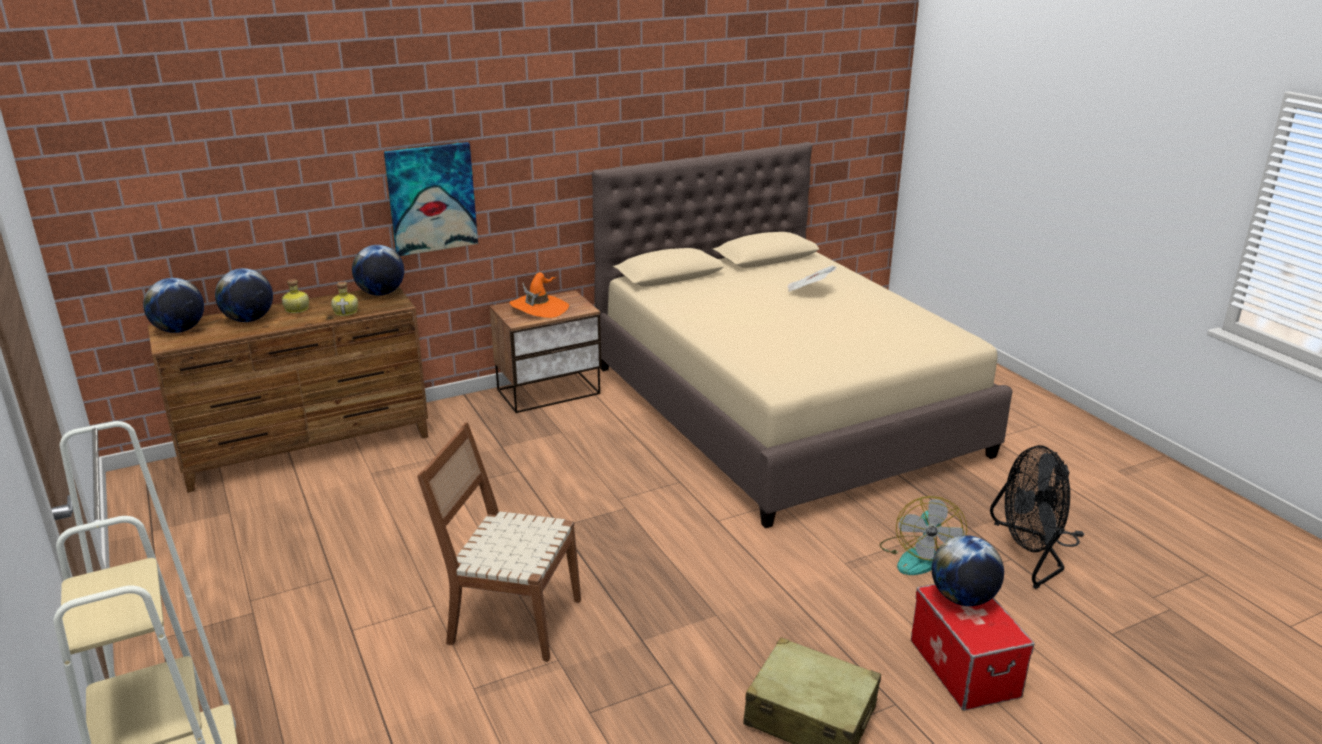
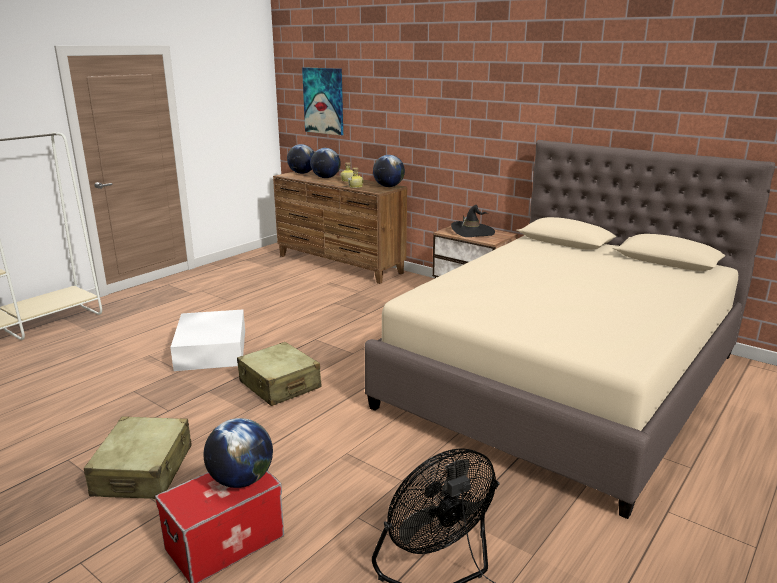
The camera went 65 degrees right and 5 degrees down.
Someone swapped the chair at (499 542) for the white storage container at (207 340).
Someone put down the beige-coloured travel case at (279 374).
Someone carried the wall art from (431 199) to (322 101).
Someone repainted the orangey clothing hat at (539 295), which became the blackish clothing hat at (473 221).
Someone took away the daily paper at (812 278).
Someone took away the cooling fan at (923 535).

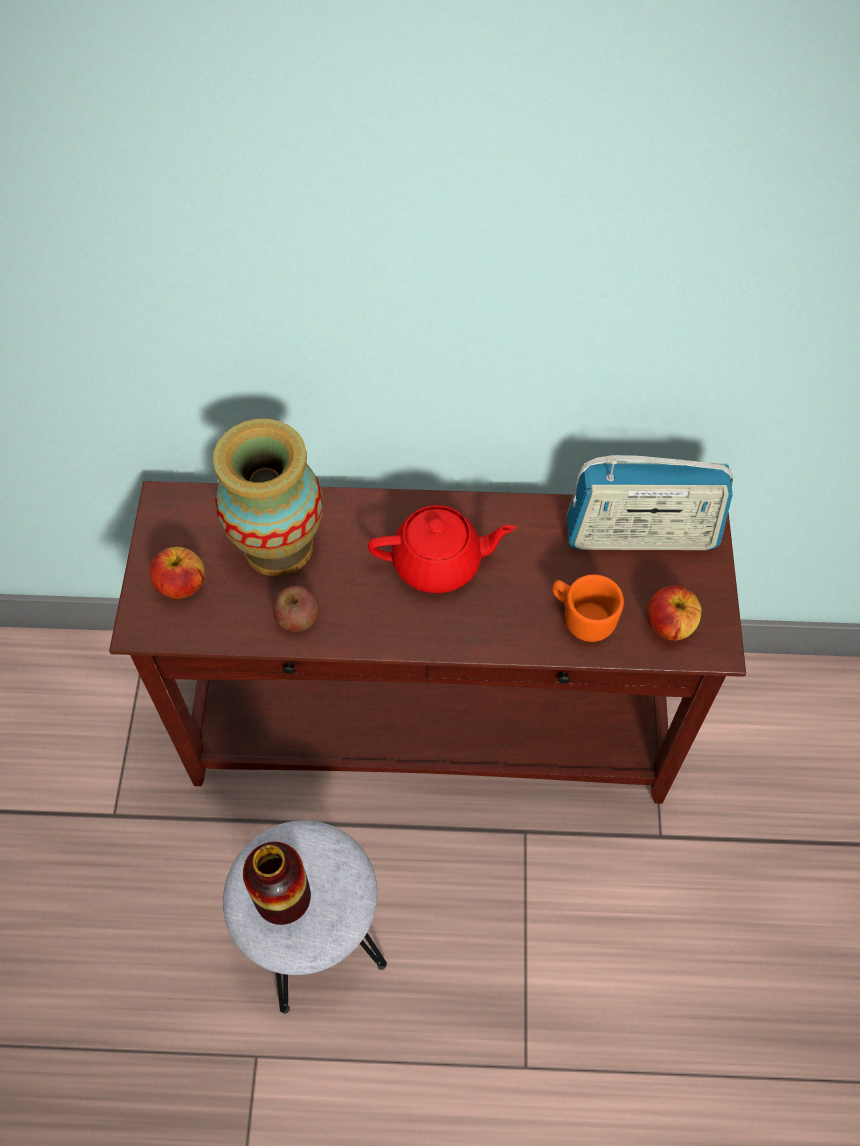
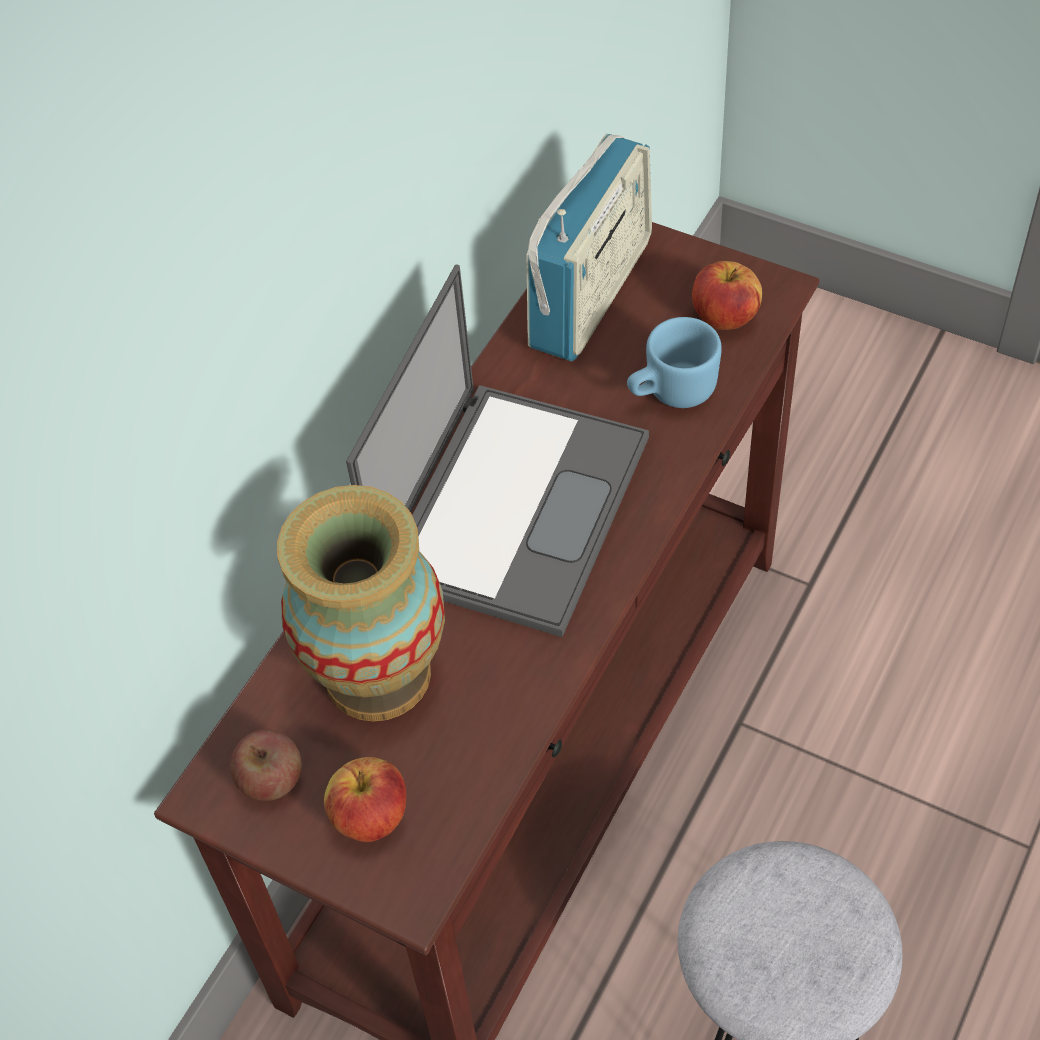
The camera went 60 degrees left and 5 degrees down.
Someone carried the whole apple from (296 609) to (266 765).
Someone swapped the red teapot at (442 549) for the laptop at (497 450).
Someone repainted the orangey tea mug at (588 608), which became the bluish tea mug at (674 362).
Someone took away the flower vase at (277 883).

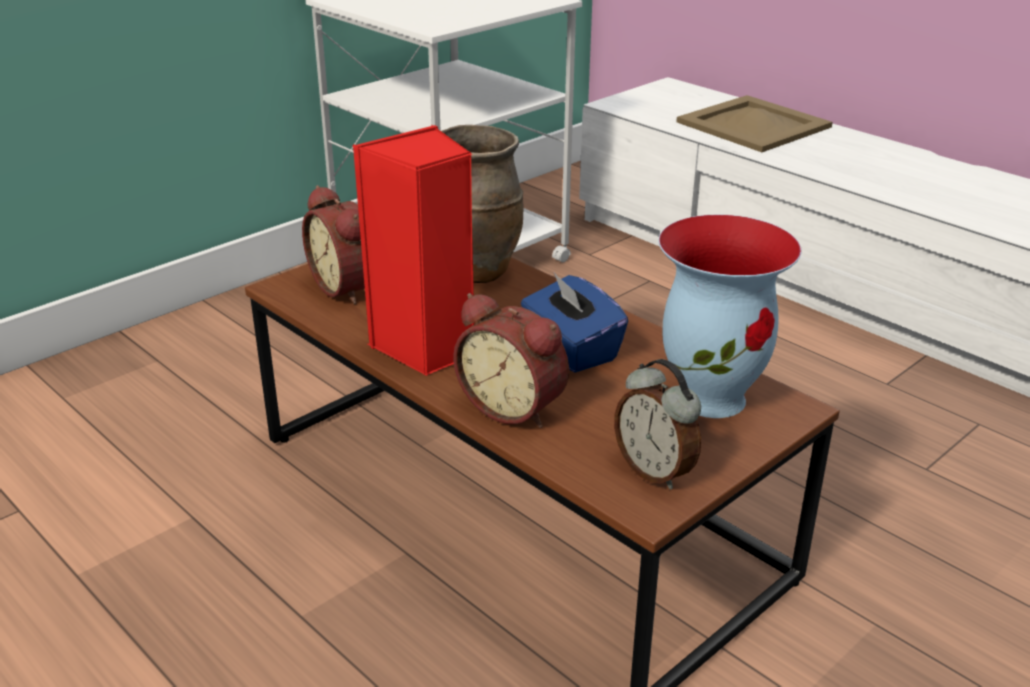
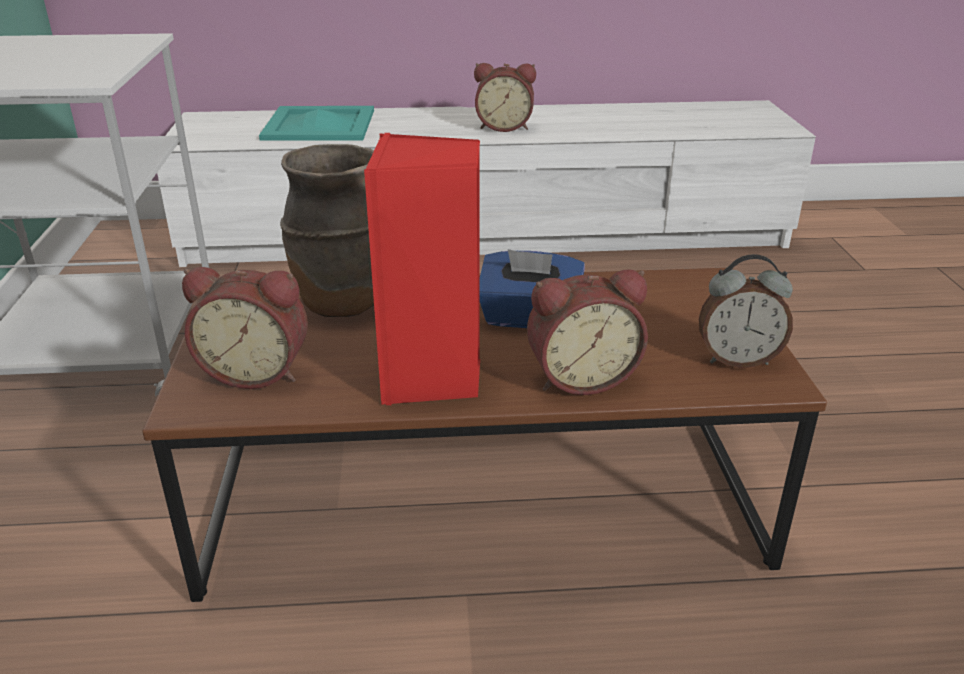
The camera went 50 degrees left and 0 degrees up.
Someone repainted the beige-coloured carrying tray at (754 123), which became the turquoise carrying tray at (316 123).
Someone put down the alarm clock at (505 97).
Someone took away the flower vase at (730 316).

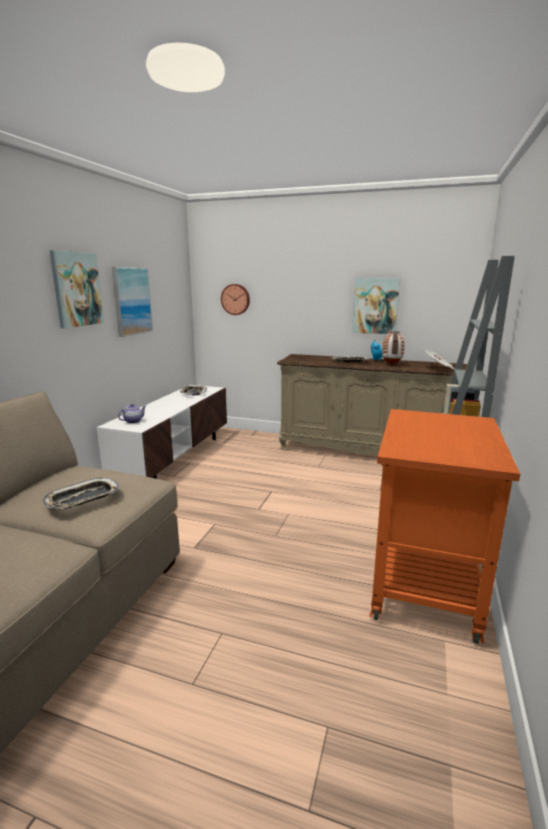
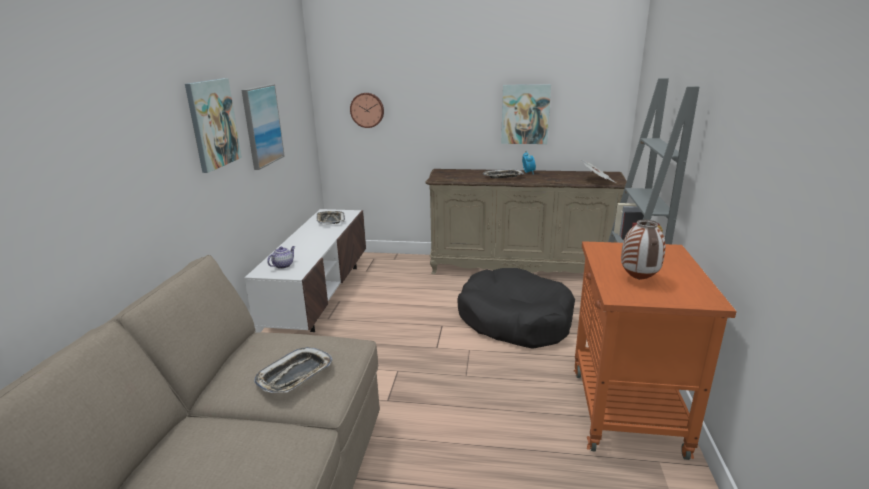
The camera went 10 degrees left and 5 degrees up.
Someone put down the blackish dog bed at (516 308).
Someone carried the flower vase from (393 348) to (643 249).

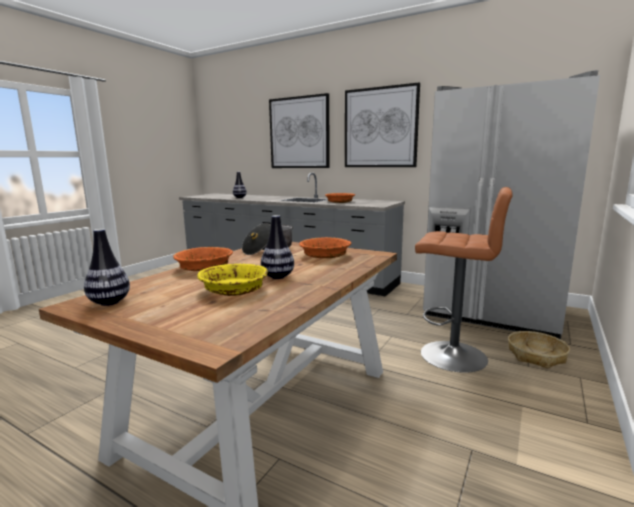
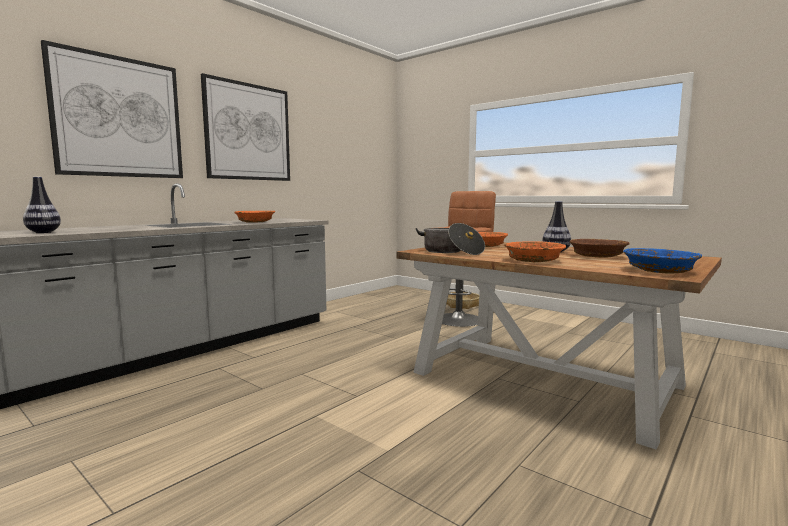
The camera went 80 degrees left and 5 degrees down.
Someone repainted the yellow-coloured serving bowl at (232 280), which became the brown-coloured serving bowl at (600 248).
Someone swapped the flower vase at (107 267) for the bluish serving bowl at (662 261).
Someone took away the white fridge at (511 204).

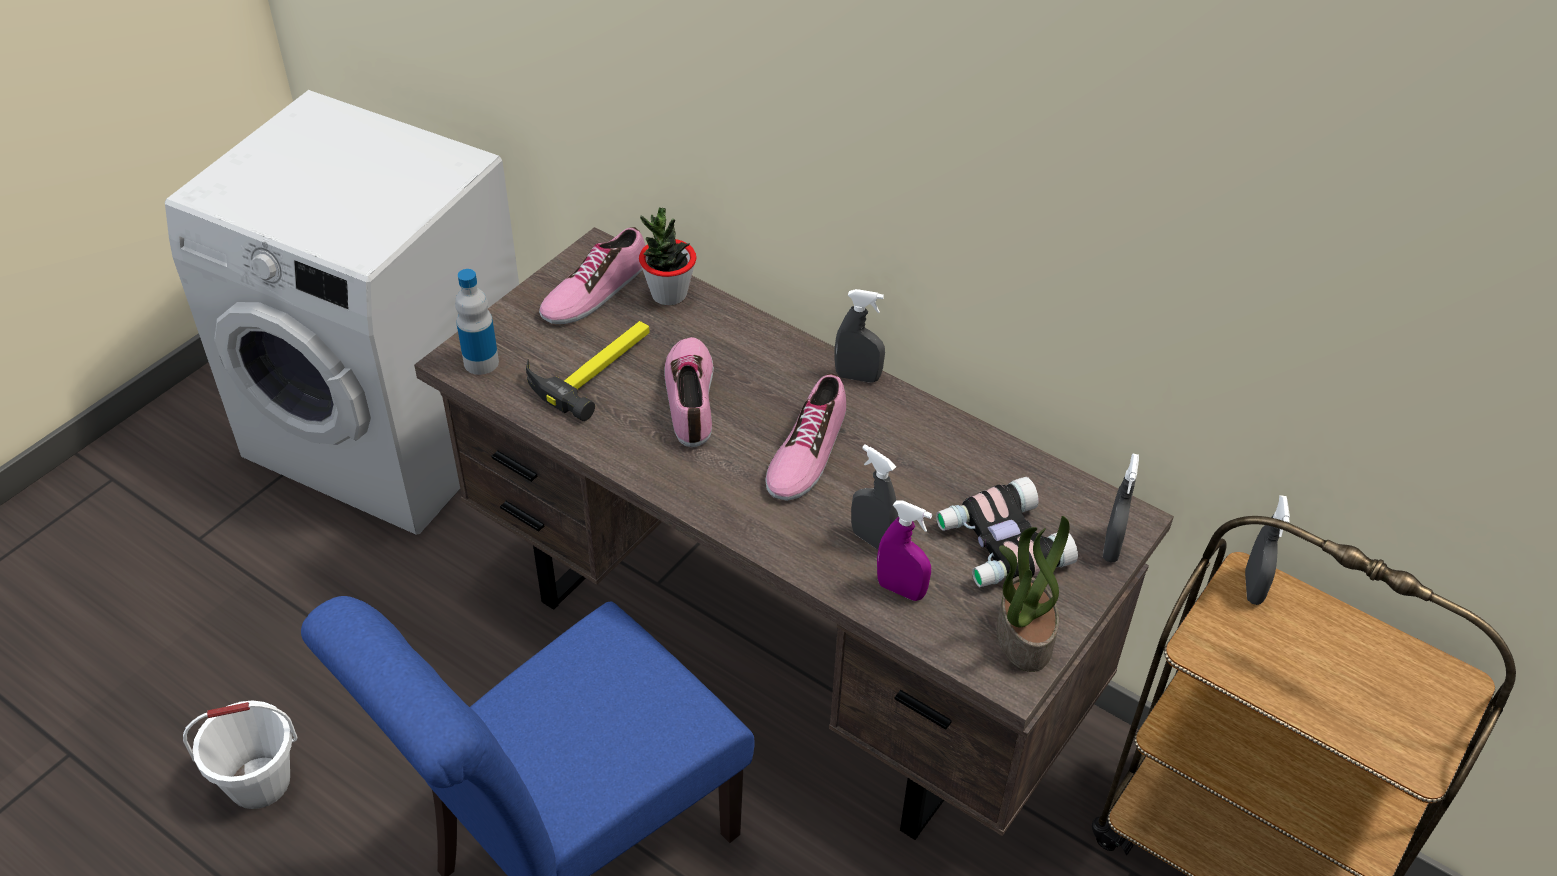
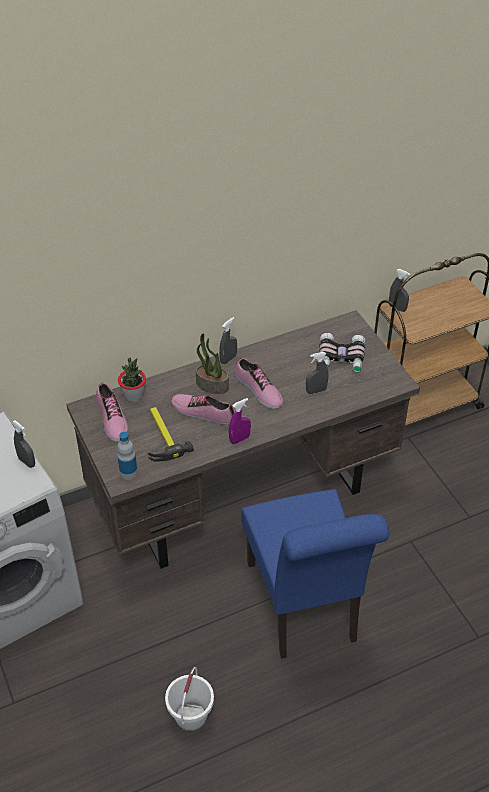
The camera went 60 degrees left and 0 degrees up.
Someone carried the grey sprayer from (1121 507) to (24 444).
Someone carried the plant in a pot from (1033 594) to (212 364).
Someone carried the purplish sprayer from (904 551) to (240 421).

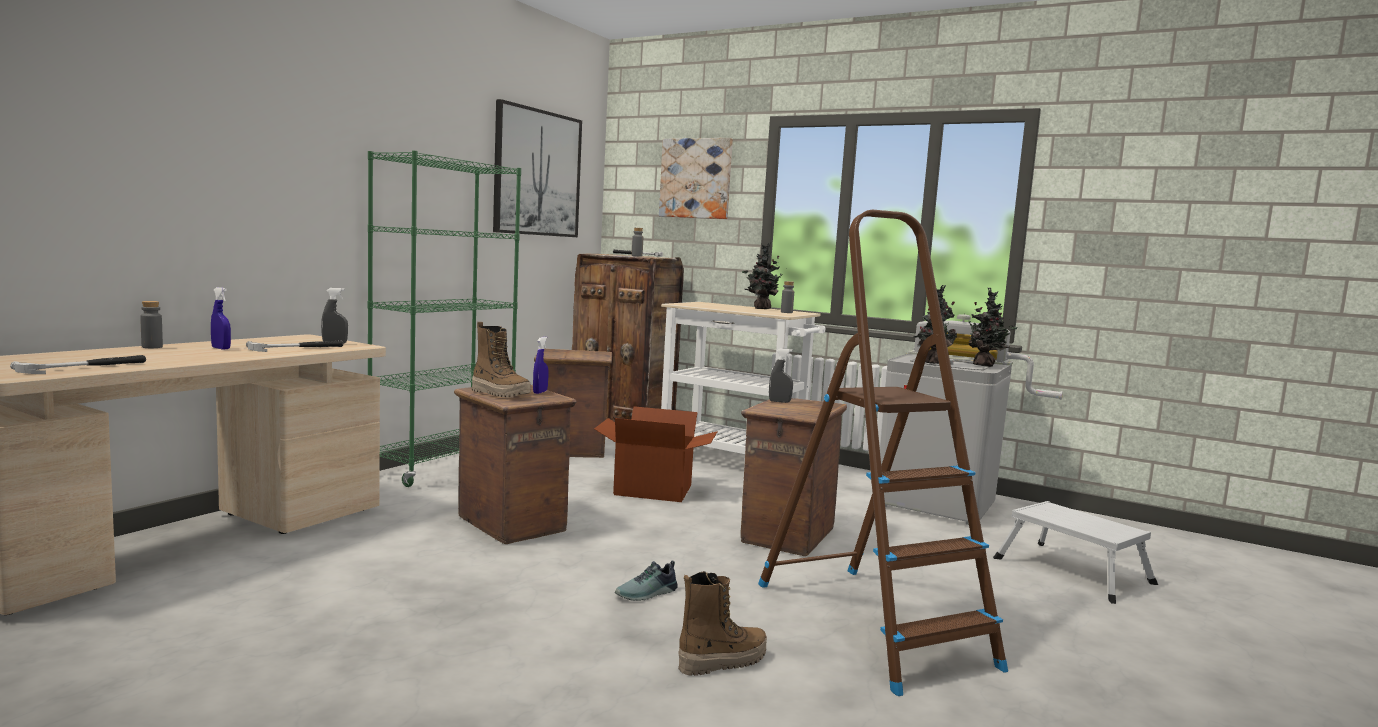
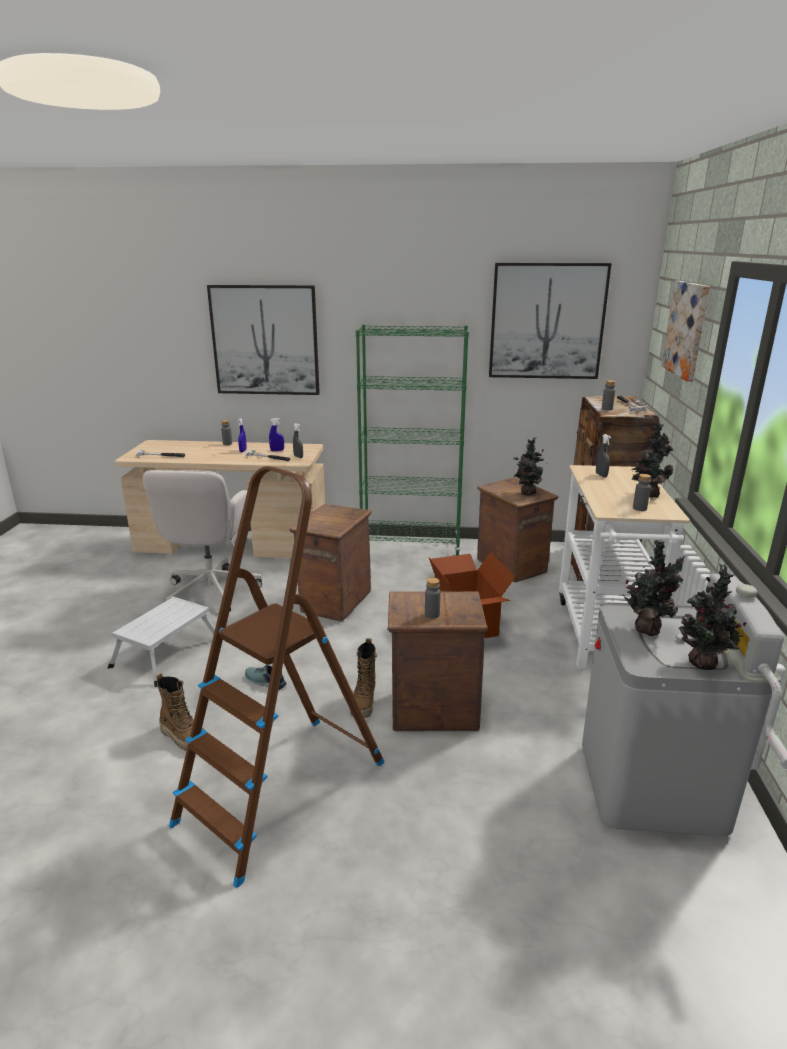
The camera went 65 degrees right and 15 degrees up.
Someone carried the white step ladder from (1075 552) to (161 642).
Someone put down the white office chair at (202 541).
Someone put up the wall art at (263 340).
Someone carried the bluish sprayer from (540 365) to (276 434).
Someone carried the high-top boot from (501 359) to (363 678).
Someone put down the grey bottle at (433 598).
Someone put down the plant in a pot at (528 466).
Someone carried the grey sprayer from (781 376) to (603 455).

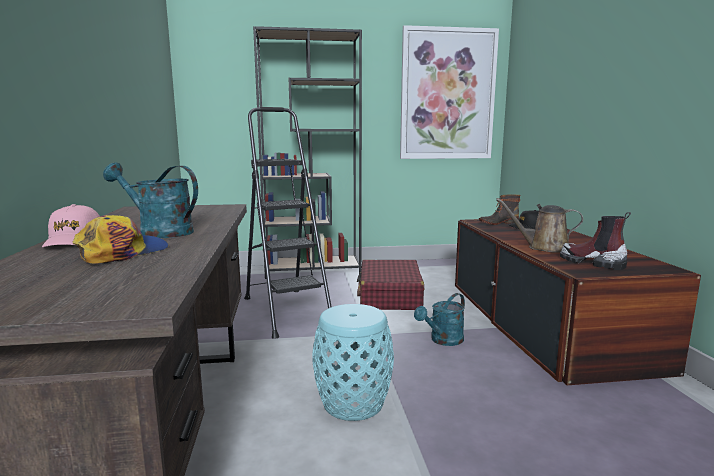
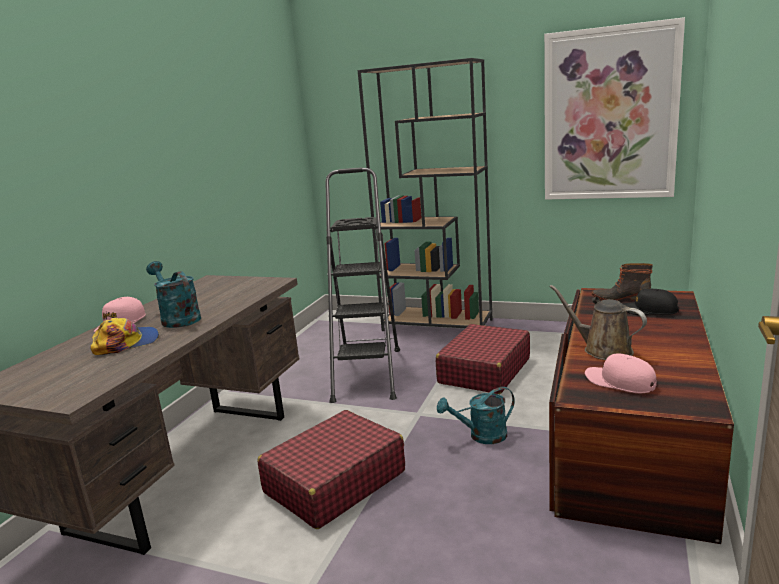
The camera went 30 degrees right and 5 degrees up.
Someone swapped the turquoise stool at (353 362) for the red travel case at (331 469).
Someone swapped the high-top boot at (595 241) for the pinkish cap at (621 373).

